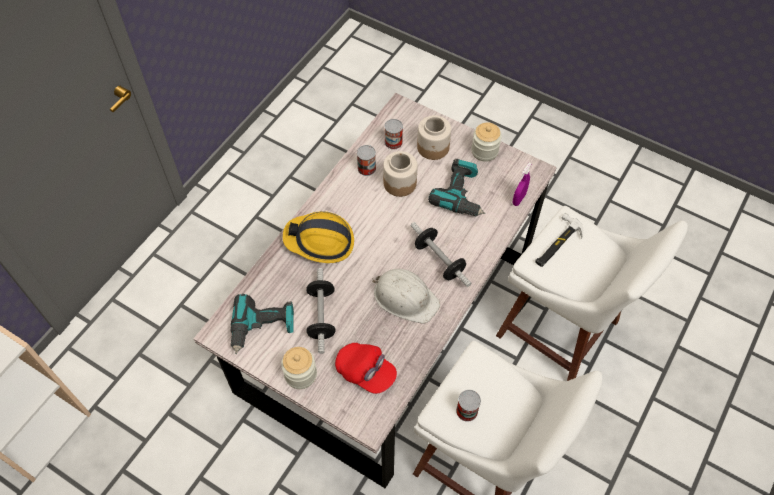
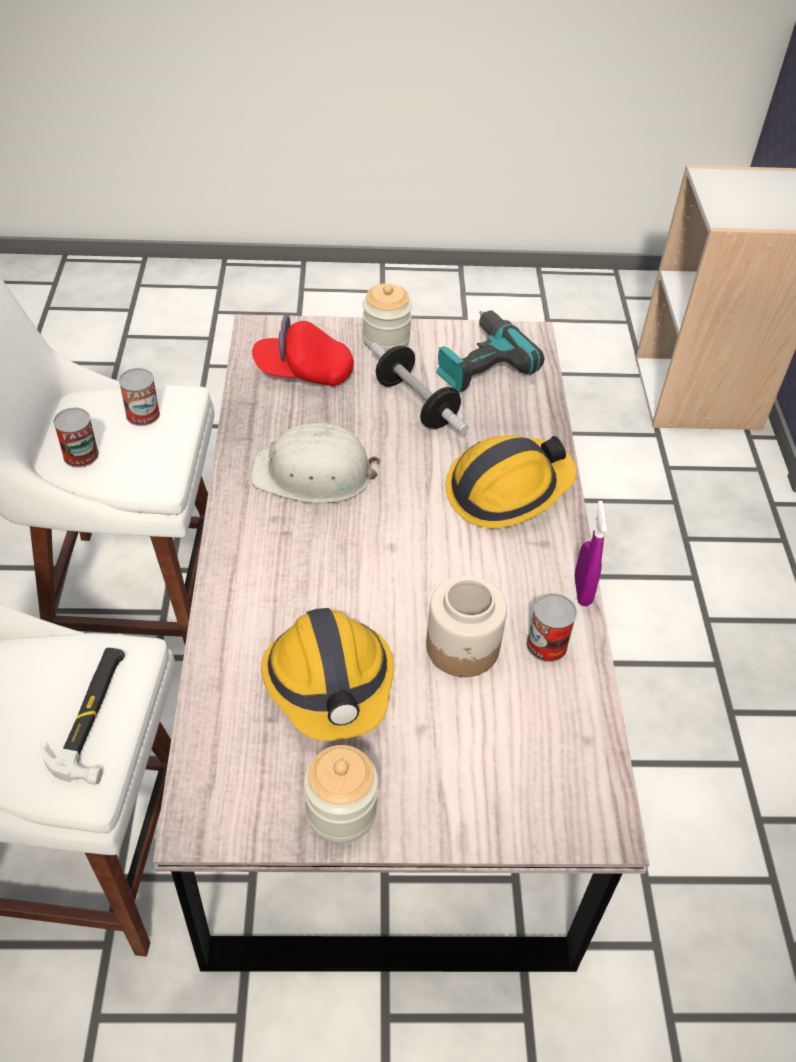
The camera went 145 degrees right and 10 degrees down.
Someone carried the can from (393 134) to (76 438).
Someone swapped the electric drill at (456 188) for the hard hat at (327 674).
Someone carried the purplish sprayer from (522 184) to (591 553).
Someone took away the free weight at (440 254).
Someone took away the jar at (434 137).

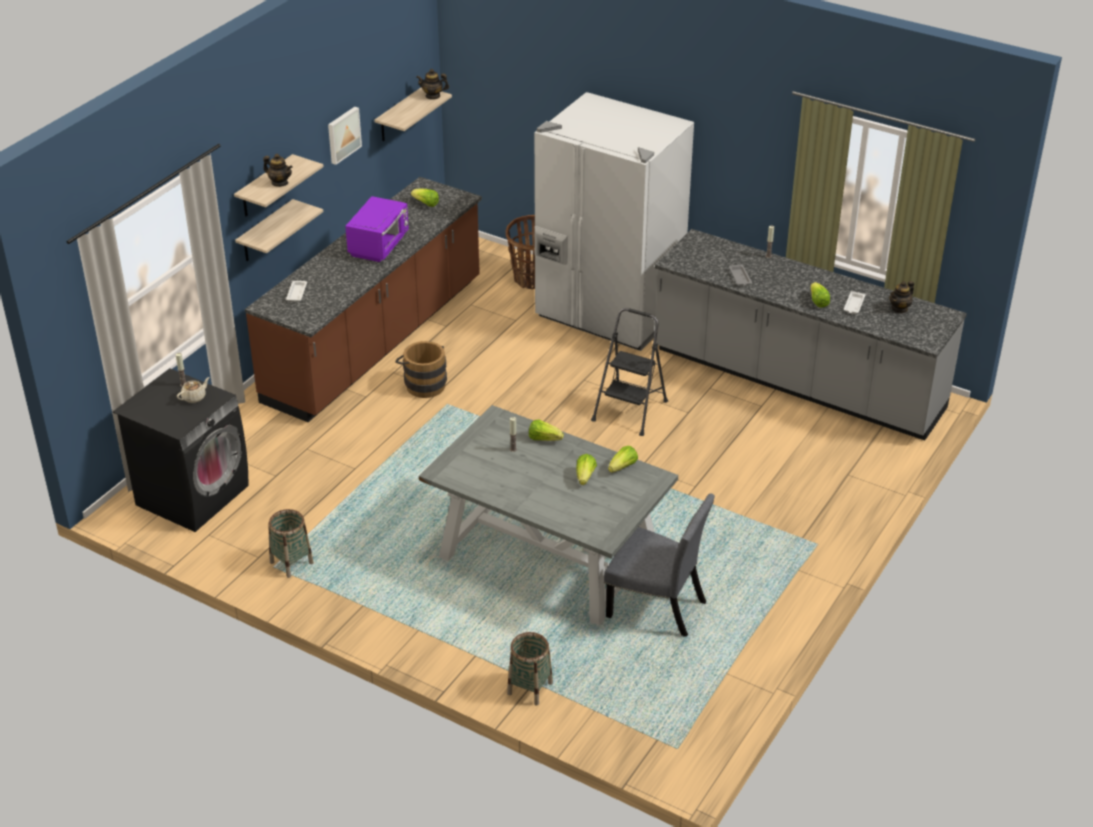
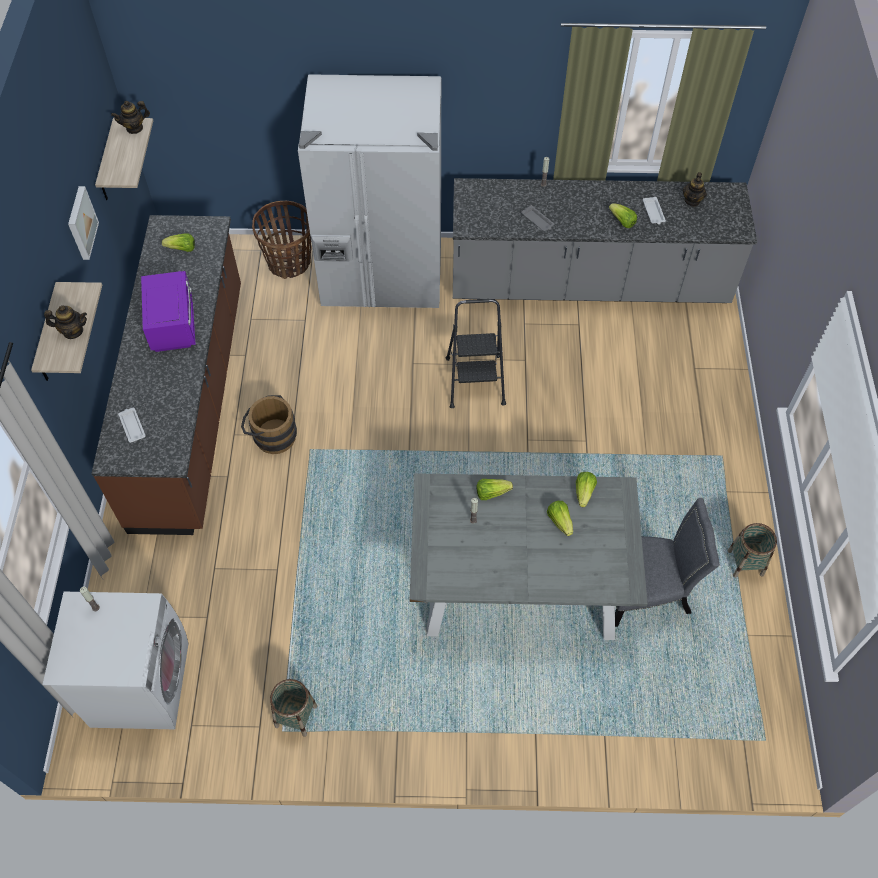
The camera went 30 degrees left and 20 degrees up.
Someone repainted the blackish laundry machine at (181 450), which became the white laundry machine at (115 660).
Someone carried the basket from (530 668) to (752 550).
Someone took away the beige-coloured teapot at (193 390).
Someone took away the bracket shelf at (279 230).

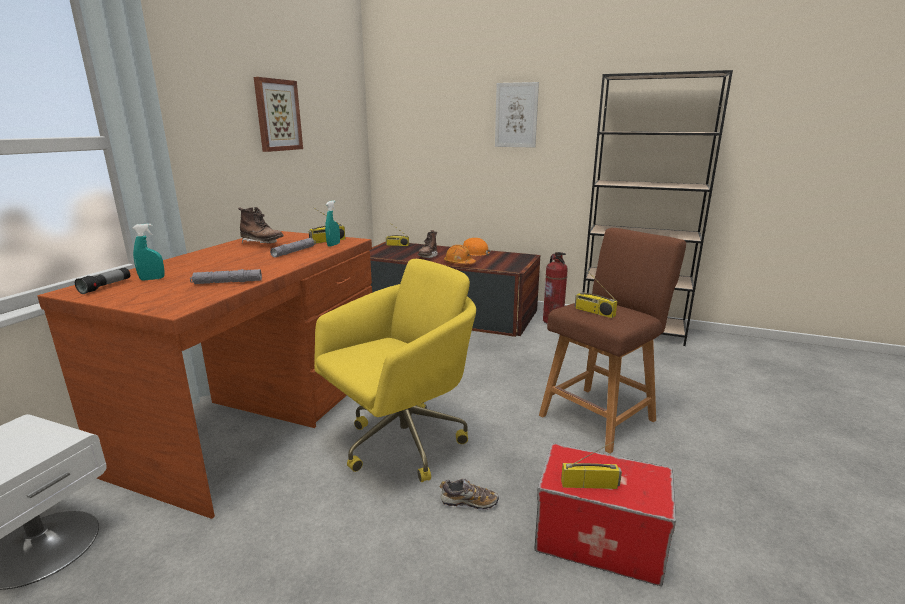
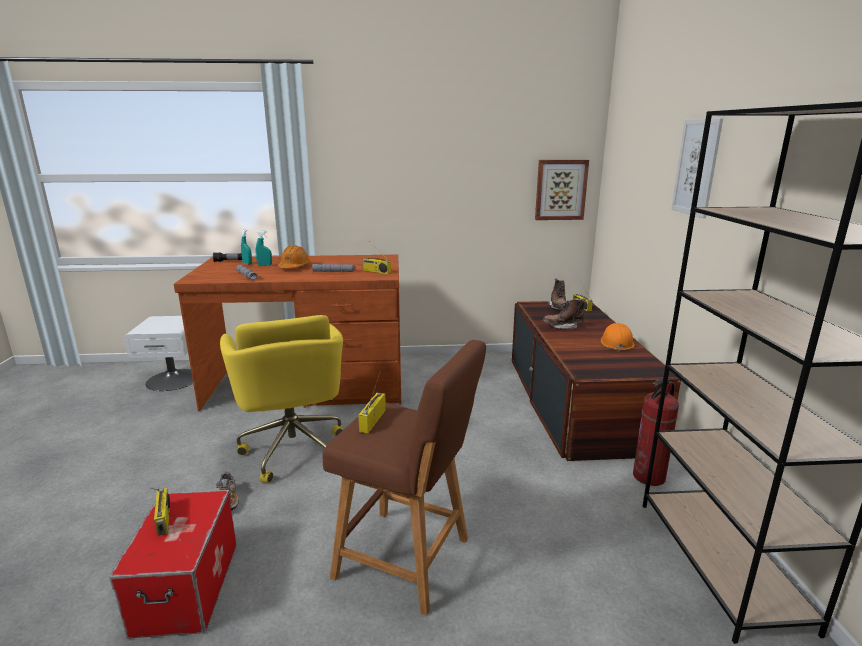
The camera went 65 degrees right and 0 degrees up.
Someone rotated the yellow-coloured office chair at (395 370) by 45 degrees clockwise.
Someone carried the turquoise sprayer from (332 223) to (264 248).
Someone carried the orangey hard hat from (460 254) to (293 256).
Someone carried the wall art from (278 114) to (562 190).
Someone carried the brown-coloured high-top boot from (261 225) to (557 294).

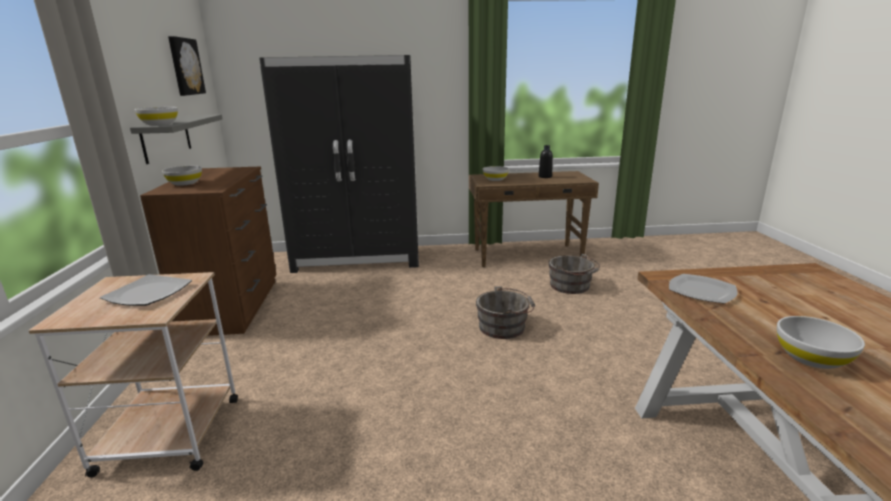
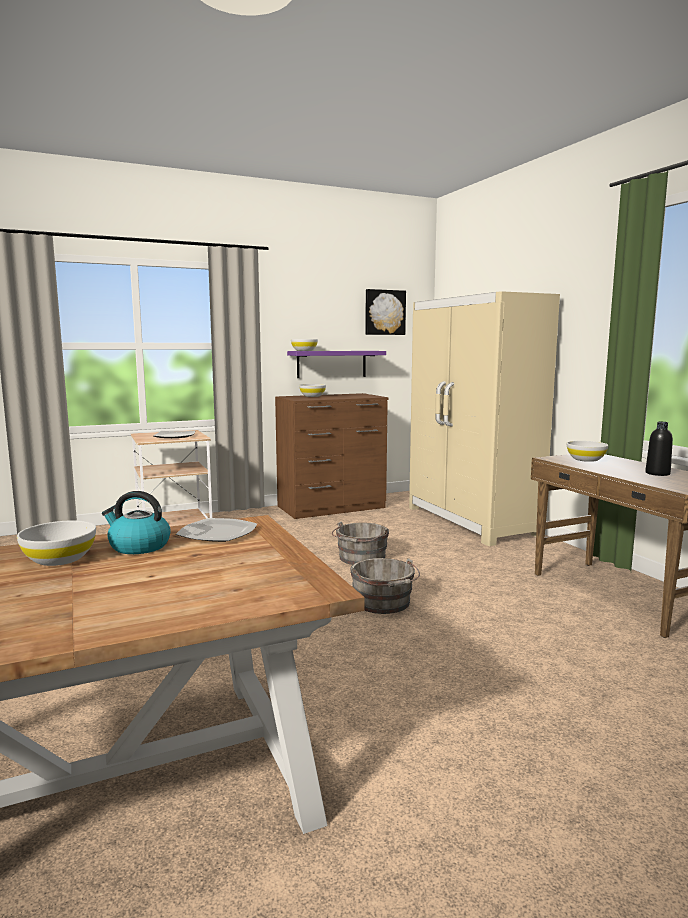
The camera went 70 degrees right and 10 degrees down.
Someone put down the kettle at (136 522).
Someone repainted the grey bracket shelf at (176 139), which became the purplish bracket shelf at (336 364).
Someone carried the grey pail from (574 273) to (360 543).
Someone repainted the blackish cabinet at (339 164), which became the beige-coloured cabinet at (484 418).

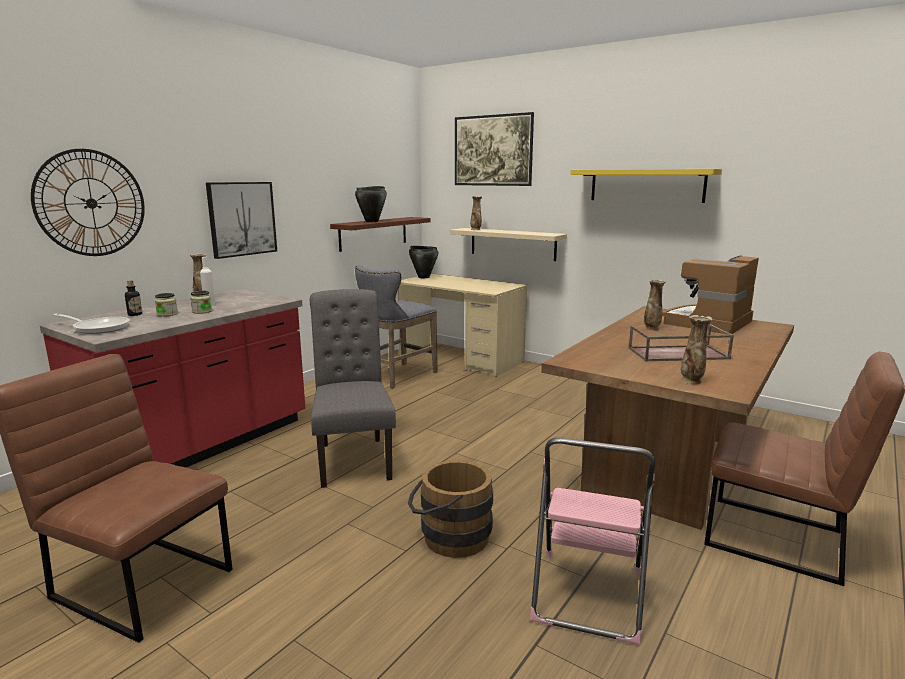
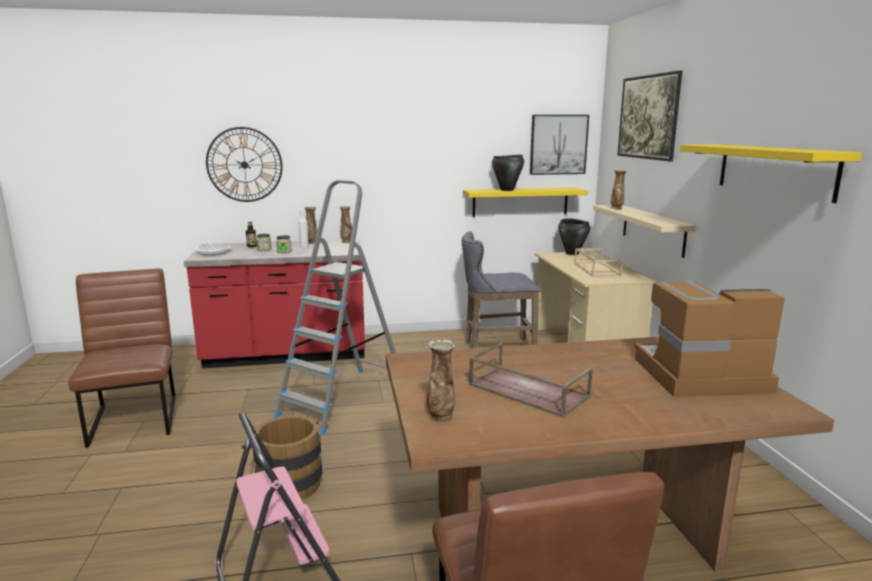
The camera went 45 degrees right and 0 degrees up.
Someone swapped the grey chair at (353 388) for the grey step ladder at (335 307).
Someone carried the flower vase from (655 305) to (346 224).
Someone repainted the brown-coloured bracket shelf at (380 234), which became the yellow-coloured bracket shelf at (525 202).
Someone carried the wall art from (241 220) to (559 145).
Someone put down the beige-coloured carrying tray at (598 262).

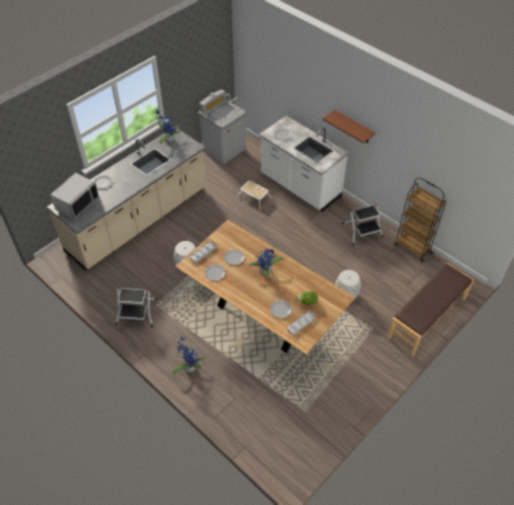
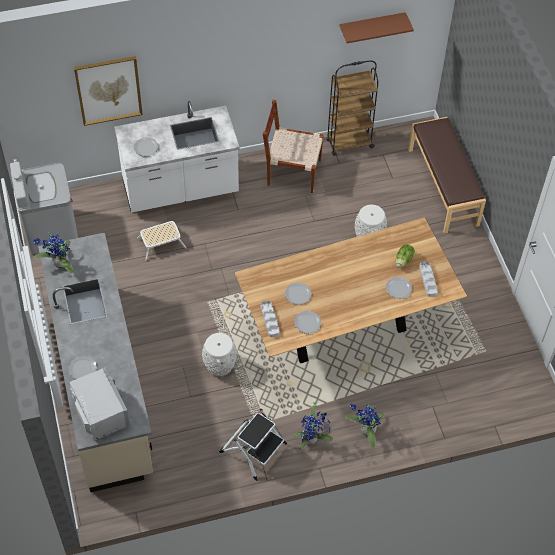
The camera went 60 degrees left and 5 degrees up.
Someone put up the wall art at (108 91).
Someone swapped the step ladder at (363 225) for the chair at (293 146).
Someone carried the plant in a pot from (266 260) to (313 424).
Someone carried the brown-coloured bracket shelf from (348 127) to (376 27).

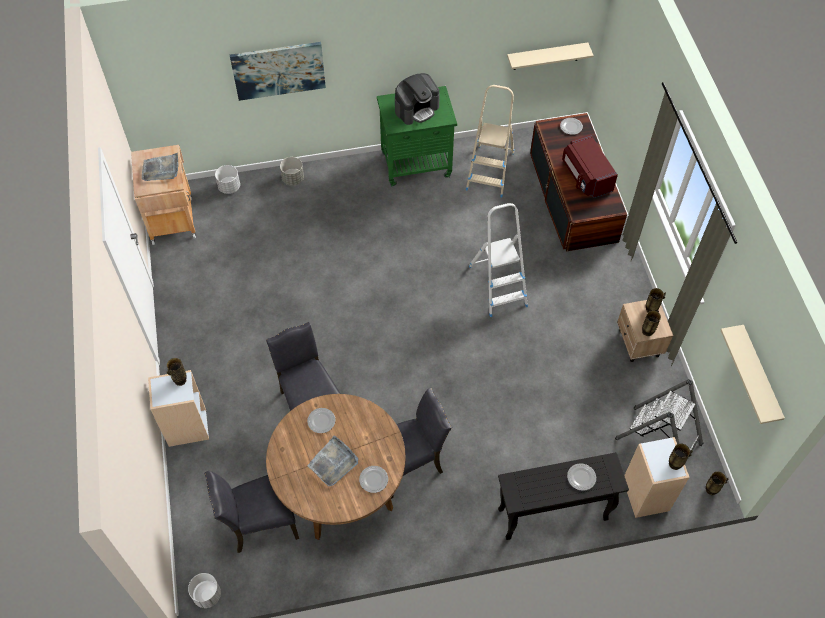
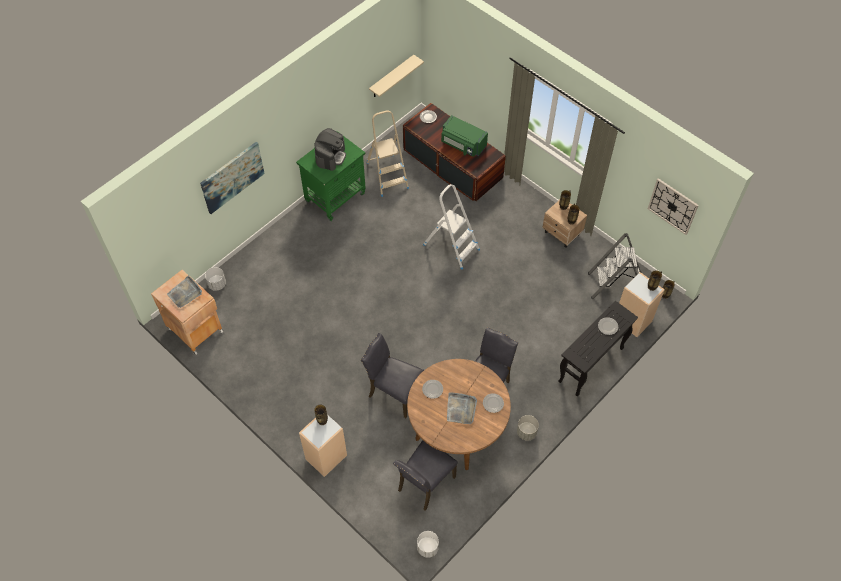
The camera went 35 degrees left and 0 degrees up.
Someone repainted the red microwave at (590 166), which became the green-coloured microwave at (464 136).
Someone carried the grey flower pot from (292 171) to (528 428).
Someone swapped the beige-coloured bracket shelf at (753 374) for the hanging clock at (673 206).

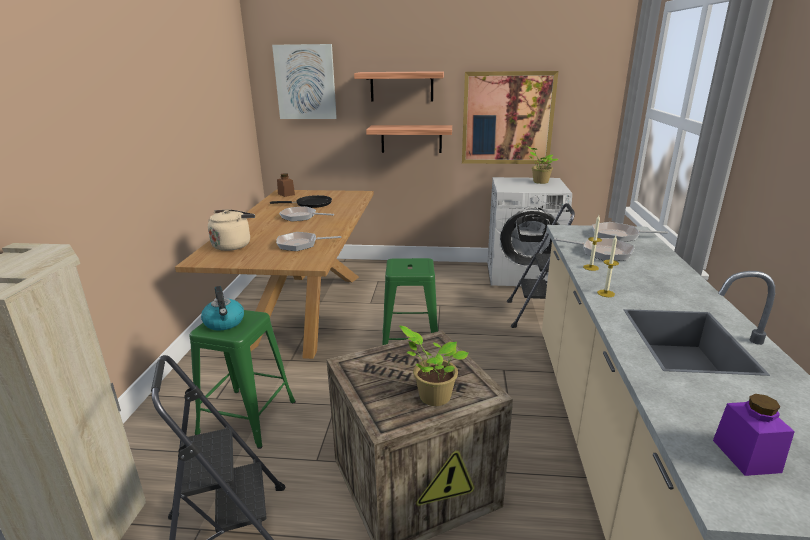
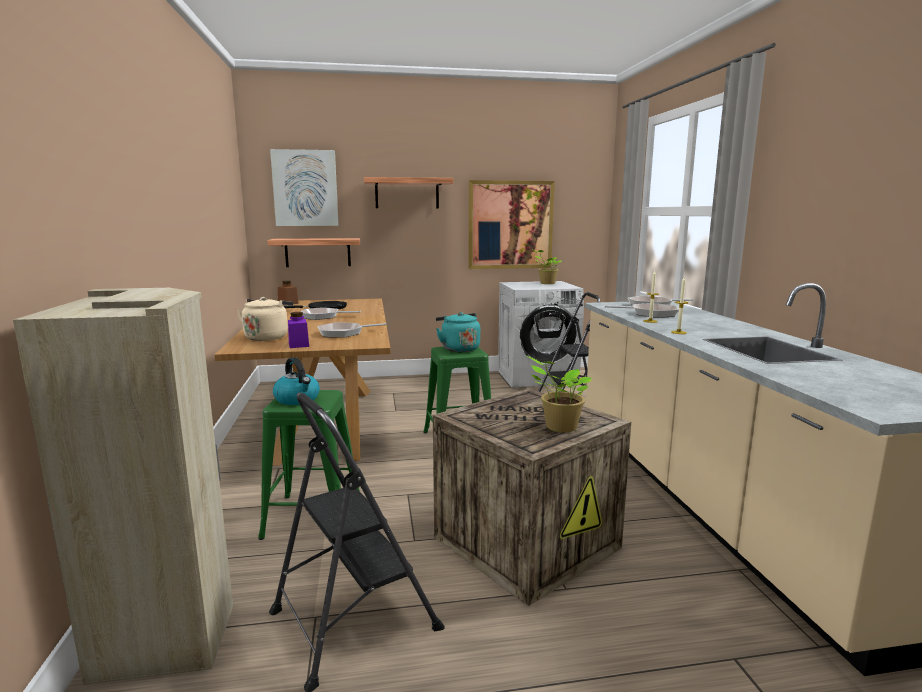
The camera went 15 degrees left and 10 degrees down.
Someone carried the bracket shelf from (409 139) to (314 252).
Someone carried the purplish jar from (754 435) to (298 330).
Someone put down the turquoise kettle at (458 332).

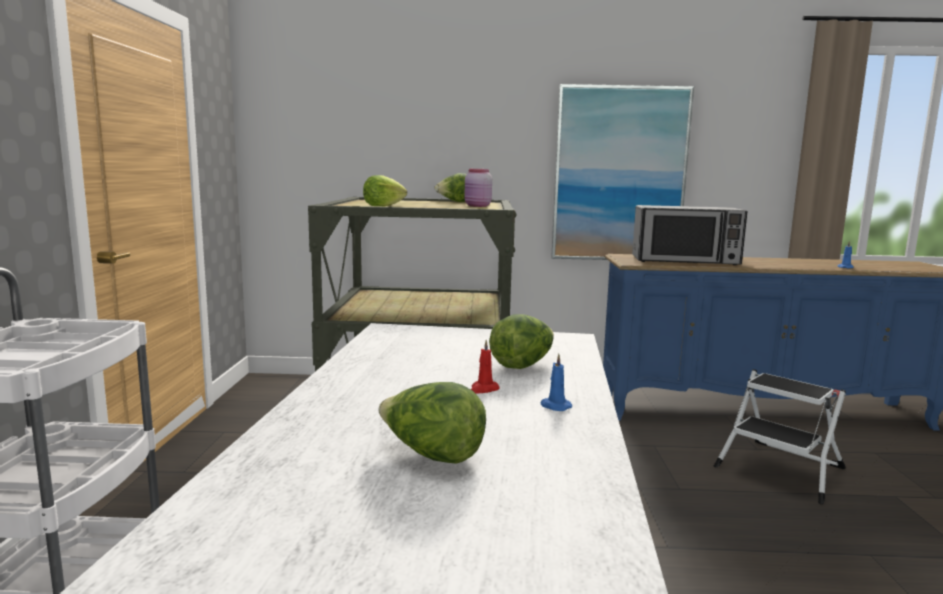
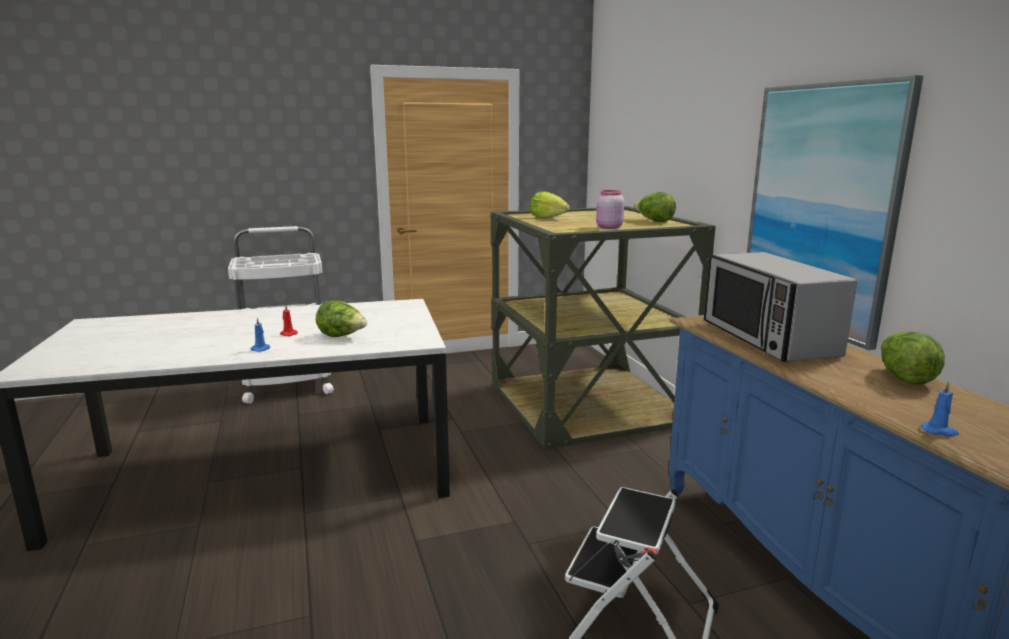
The camera went 70 degrees right and 5 degrees up.
Someone carried the lettuce head from (432 423) to (913 358).

